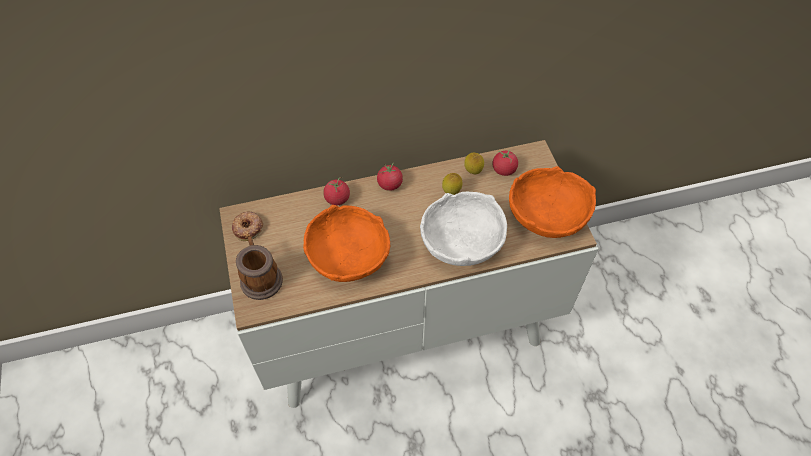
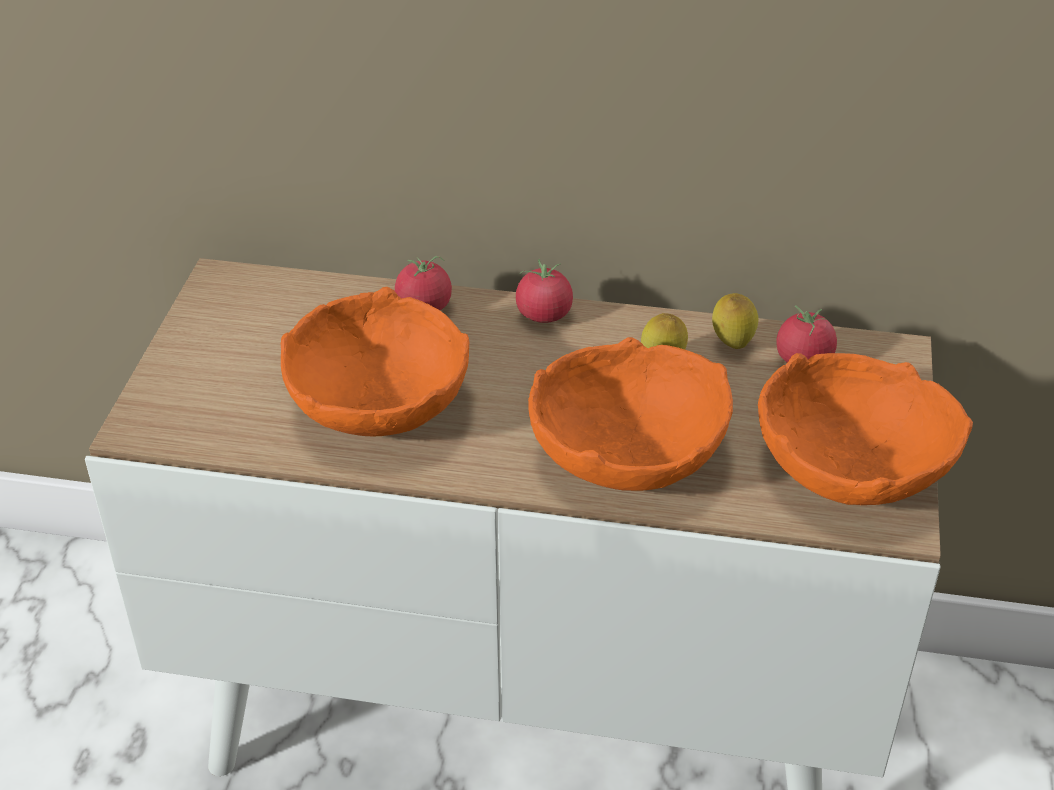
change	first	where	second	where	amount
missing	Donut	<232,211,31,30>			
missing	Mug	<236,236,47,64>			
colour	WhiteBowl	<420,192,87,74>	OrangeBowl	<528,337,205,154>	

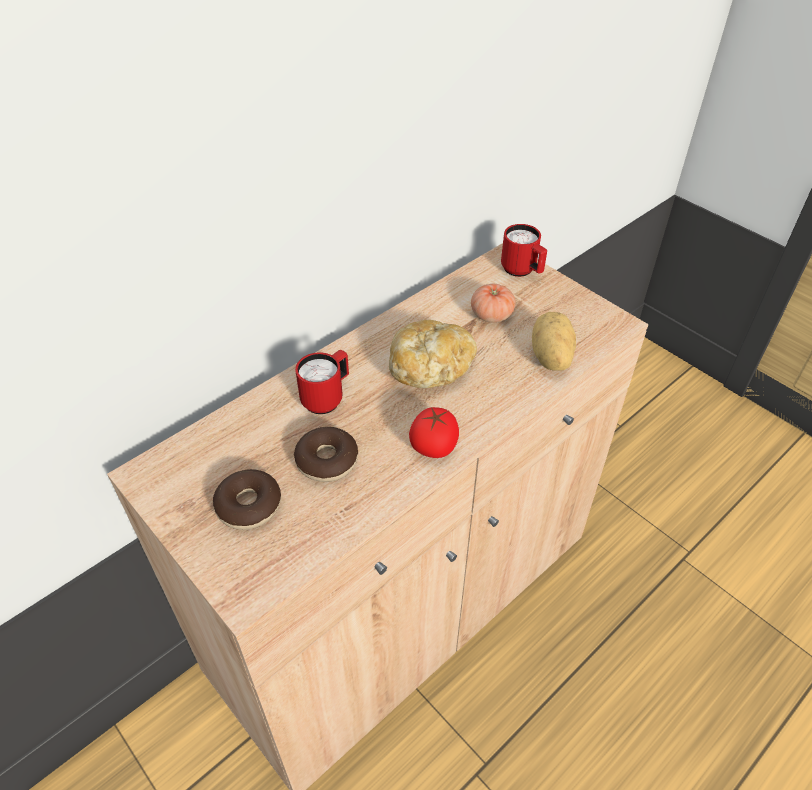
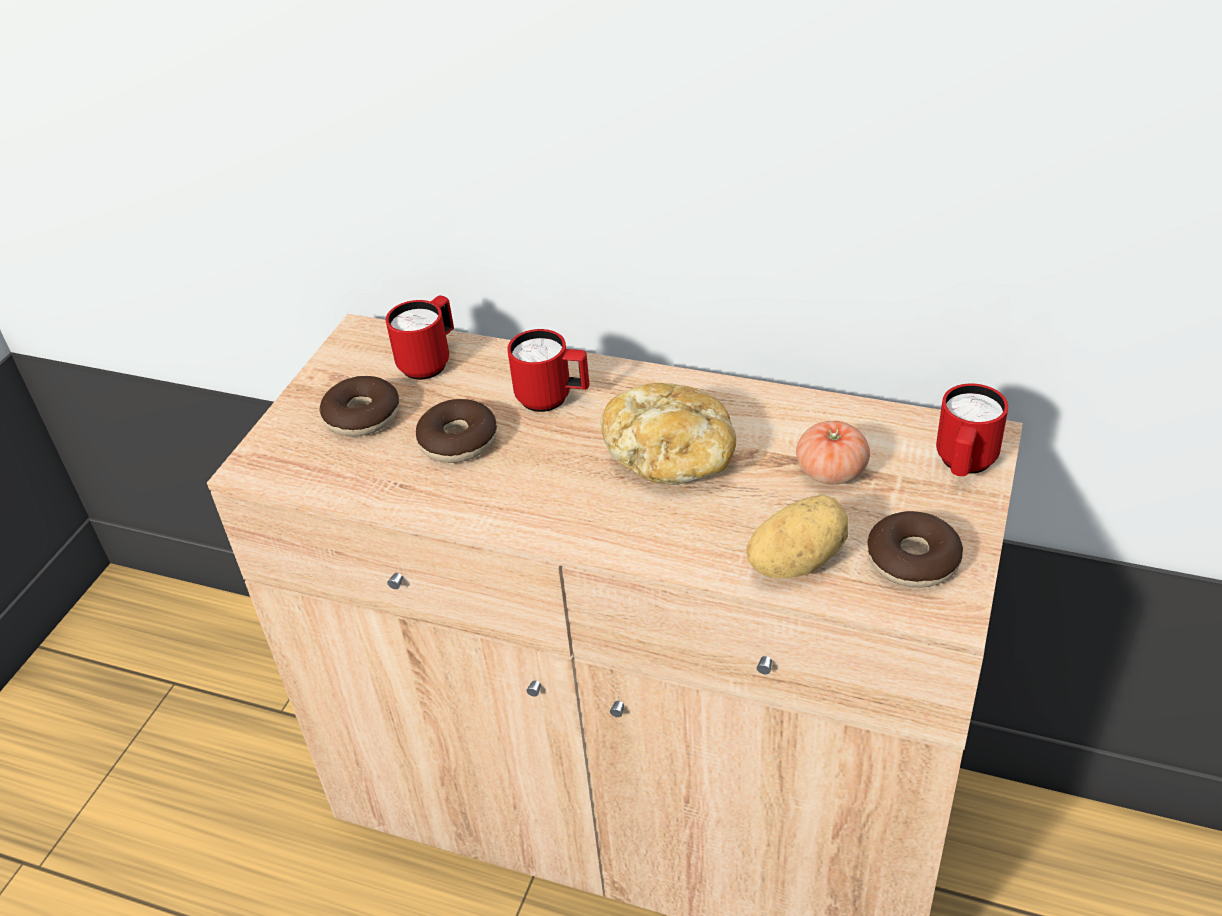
change	first	where	second	where	amount
missing	Tomato	<409,407,50,51>			
appeared			RedMug	<386,296,68,84>	
appeared			Donut	<867,511,96,77>	

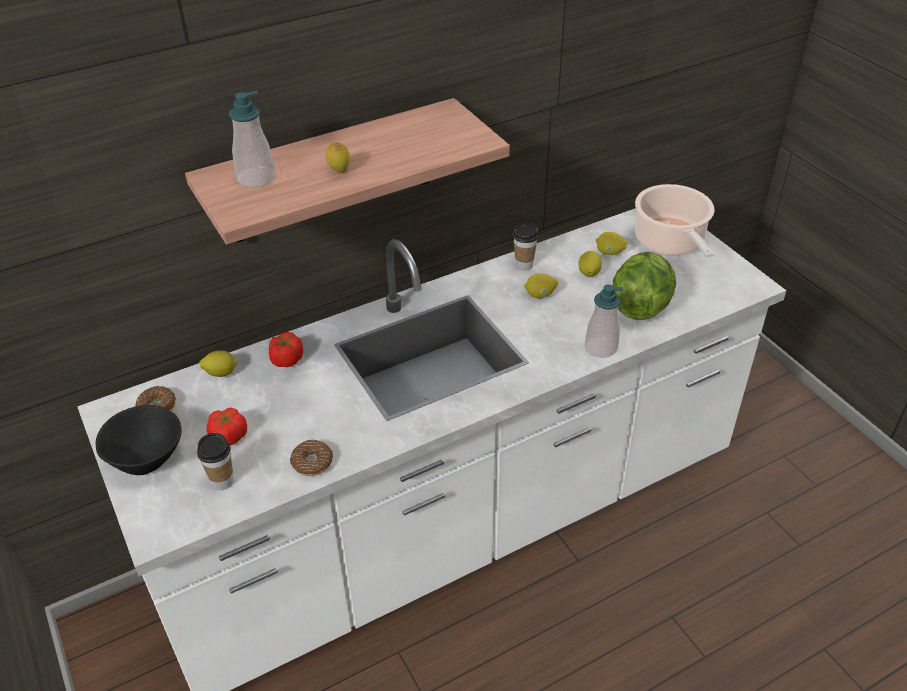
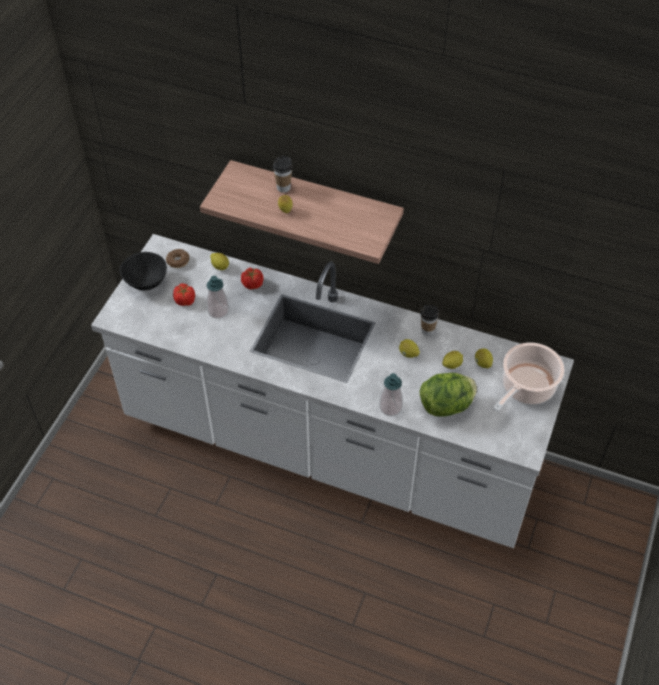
change	first	where	second	where	amount
missing	Donut	<290,440,43,36>			
relocated	Cup	<197,433,37,57>		<273,156,20,37>	
relocated	SoapDispenser	<229,91,46,97>		<207,276,22,43>	

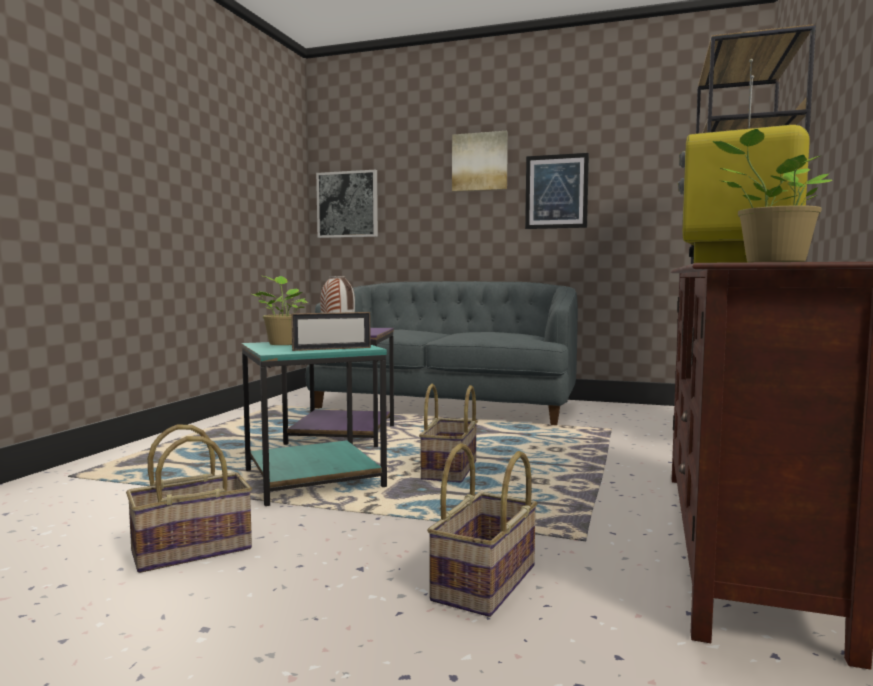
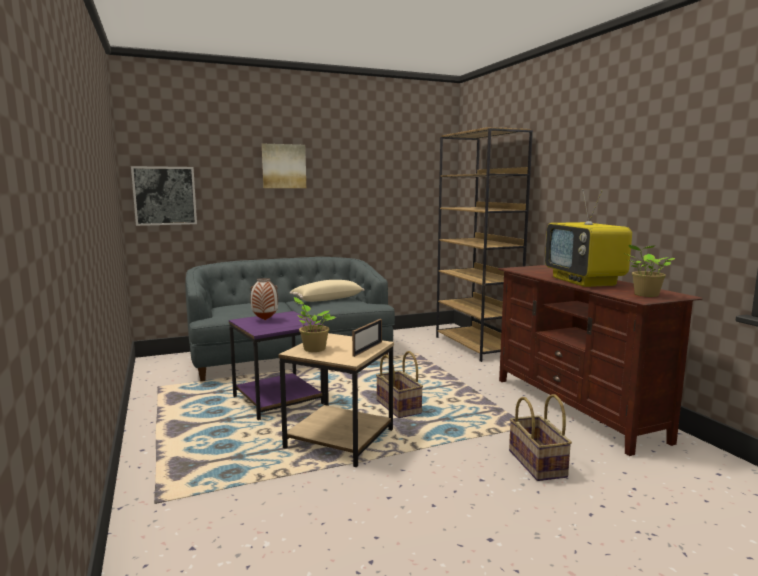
change	first	where	second	where	amount
missing	Basket	<126,425,126,148>			
missing	Picture	<525,153,64,76>			
appeared			BeigePillow	<290,280,75,22>	
colour	TurquoiseSideTable	<241,342,146,164>	BeigeSideTable	<279,333,115,134>	

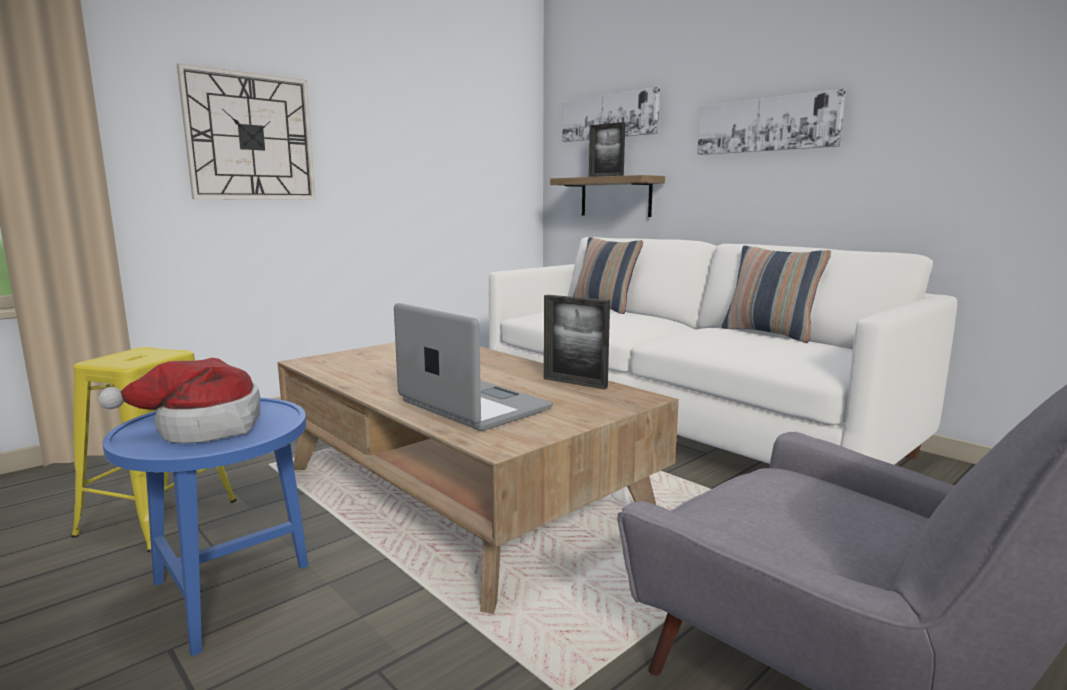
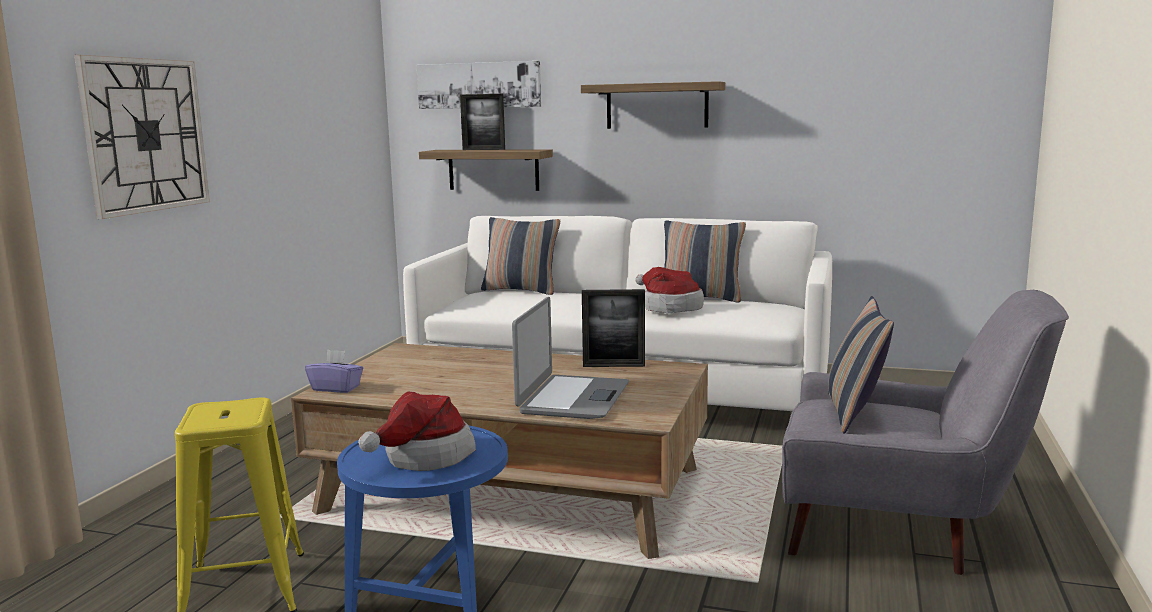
change	first	where	second	where	amount
appeared			PurpleTissueBox	<305,349,58,44>	
appeared			Hat	<635,267,69,47>	
appeared			Pillow	<828,296,66,138>	
exchanged	Picture	<697,89,149,66>	Shelf	<581,81,144,48>	
spun	Laptop	<394,303,159,128>		<512,297,117,122>	90 degrees clockwise

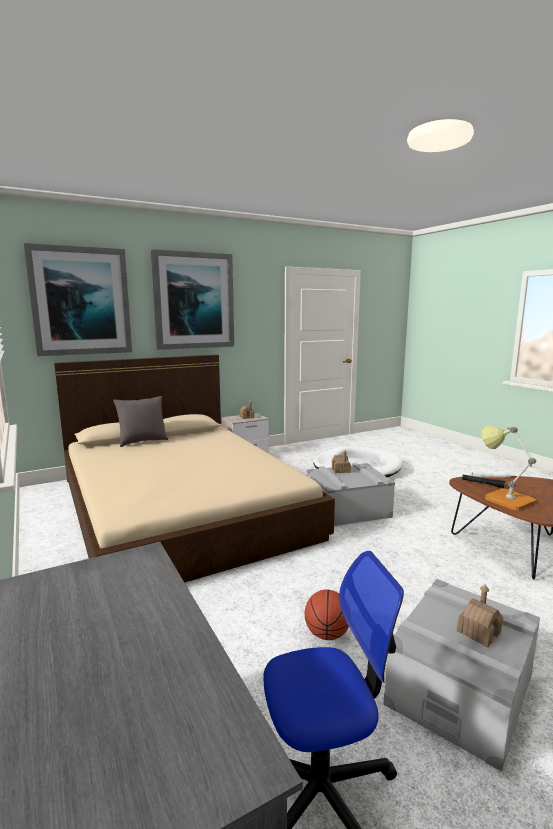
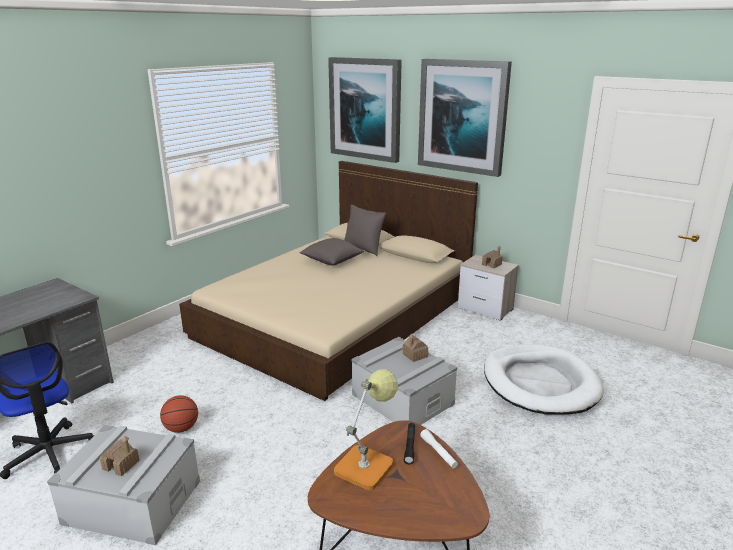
change	first	where	second	where	amount
appeared			GreyPillow	<300,238,64,28>	

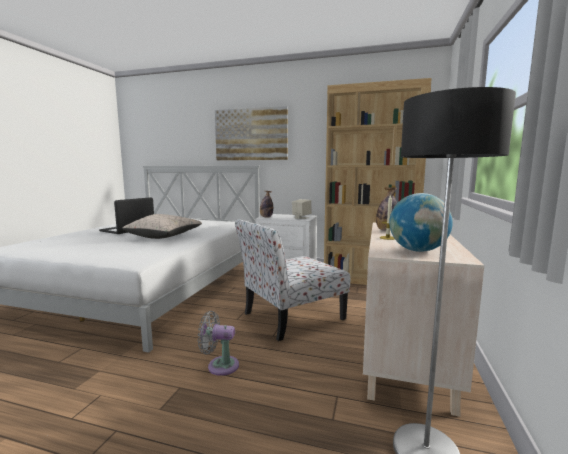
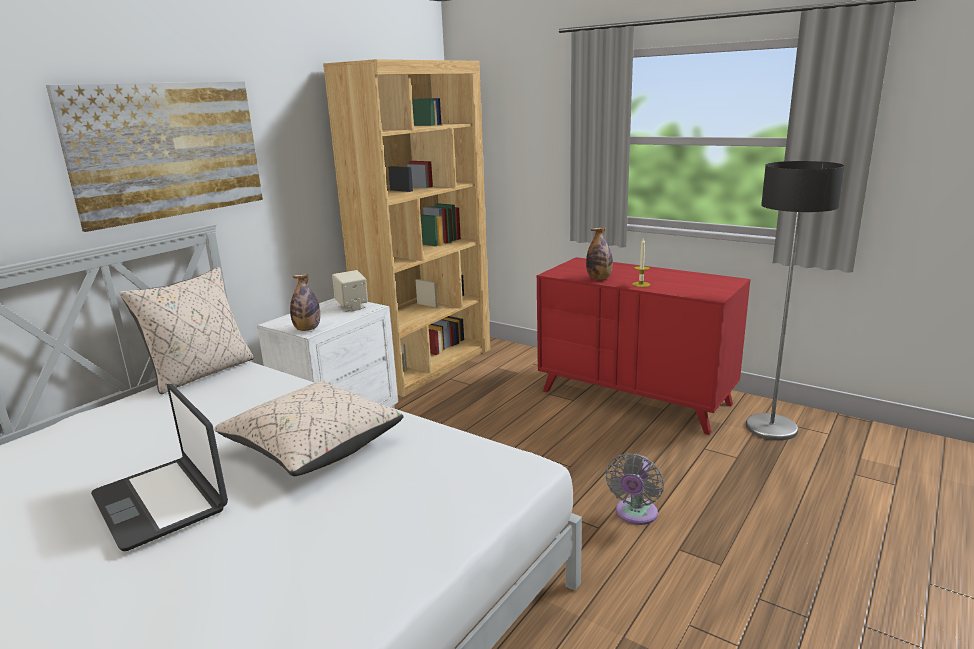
change	first	where	second	where	amount
missing	Chair	<235,219,115,122>			
missing	Globe	<389,193,64,59>			
appeared			BeigePillow	<120,267,134,127>	
colour	BeigeDresser	<363,223,122,194>	RedDresser	<537,257,213,178>	

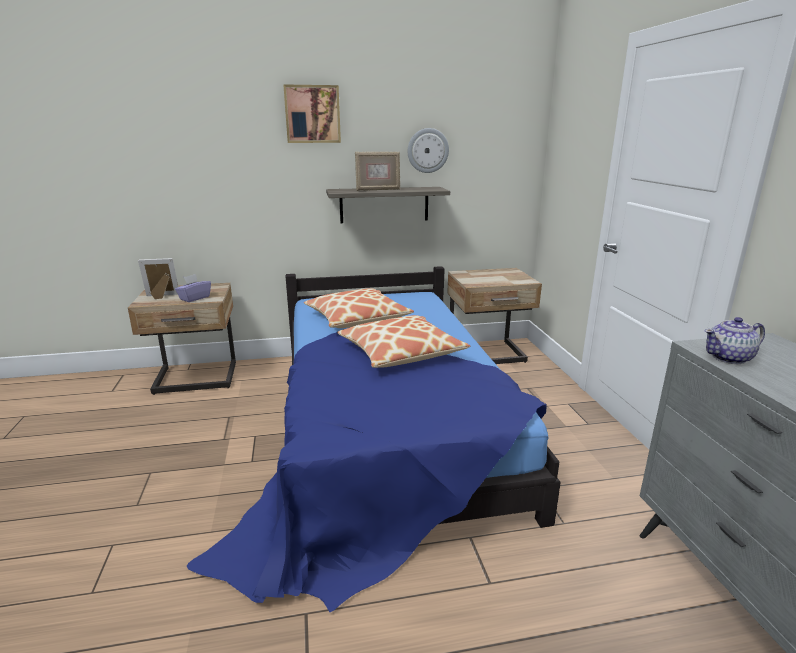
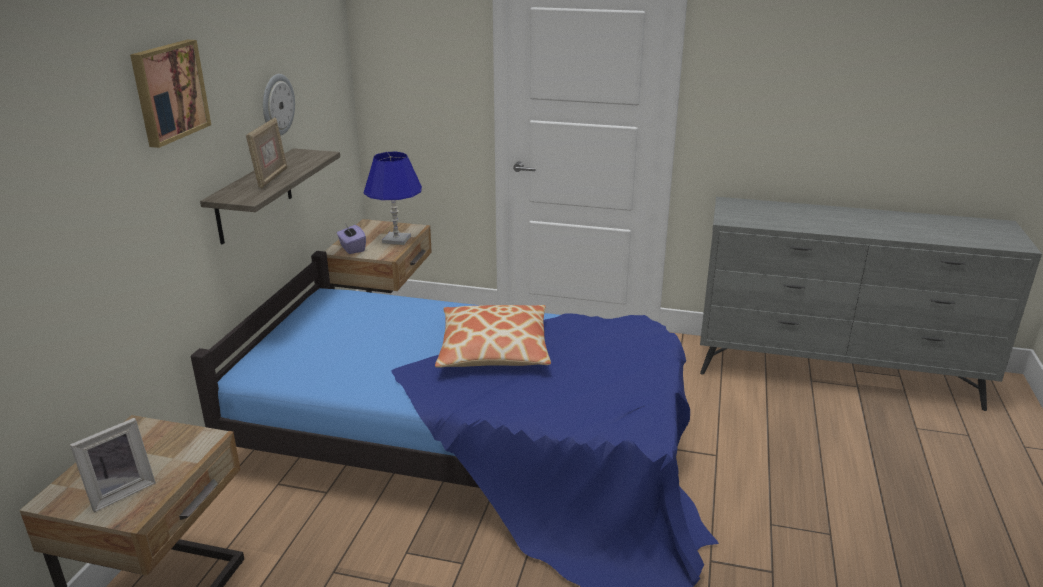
change	first	where	second	where	amount
missing	Pillow	<304,288,110,40>			
missing	Teapot	<705,317,60,47>			
appeared			BlueTableLamp	<364,152,58,93>	
relocated	PurpleTissueBox	<175,274,36,28>		<337,223,29,31>	
spun	PictureFrame	<138,258,41,41>		<70,418,86,94>	150 degrees counterclockwise

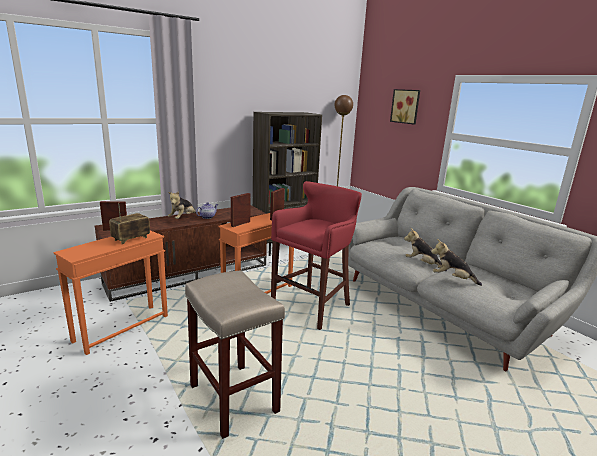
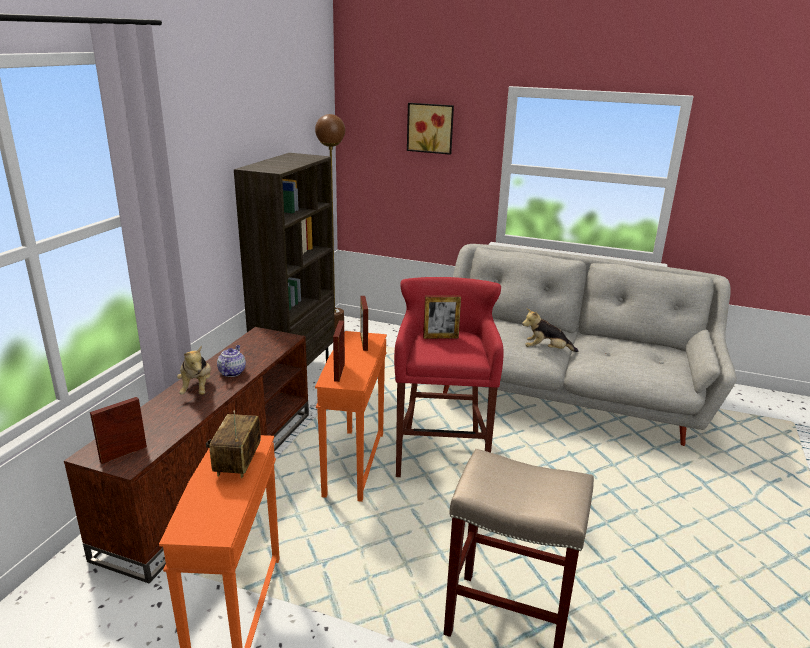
change	first	where	second	where	amount
missing	PlushToy	<431,239,51,47>			
appeared			PictureFrame	<423,295,38,44>	

